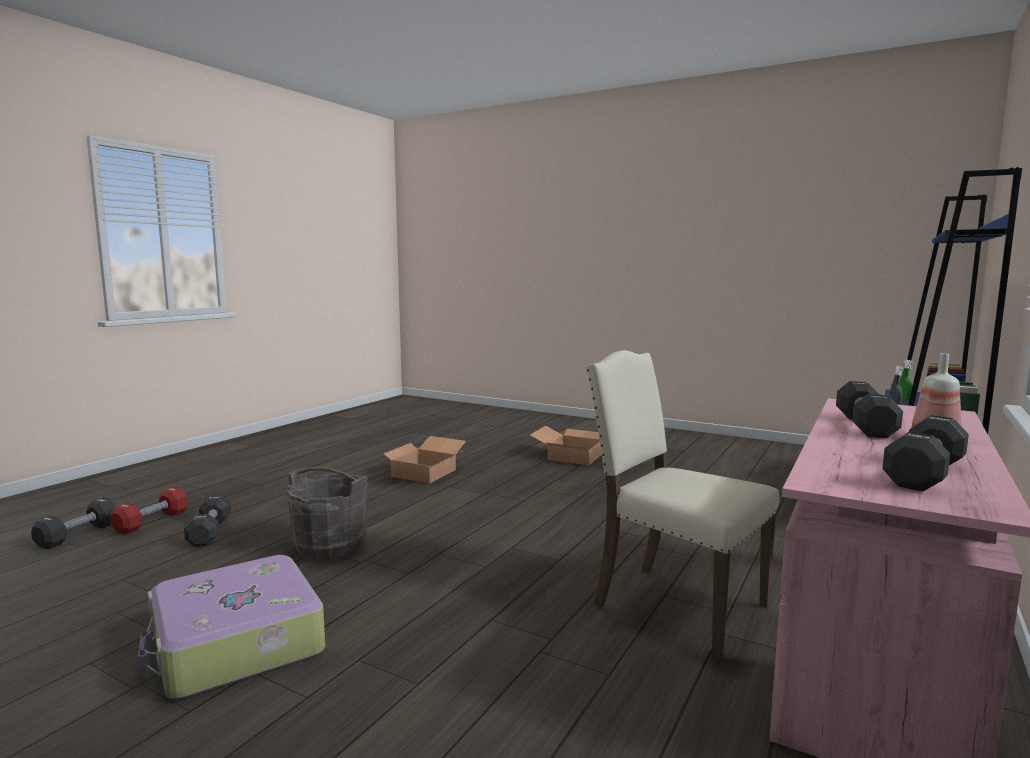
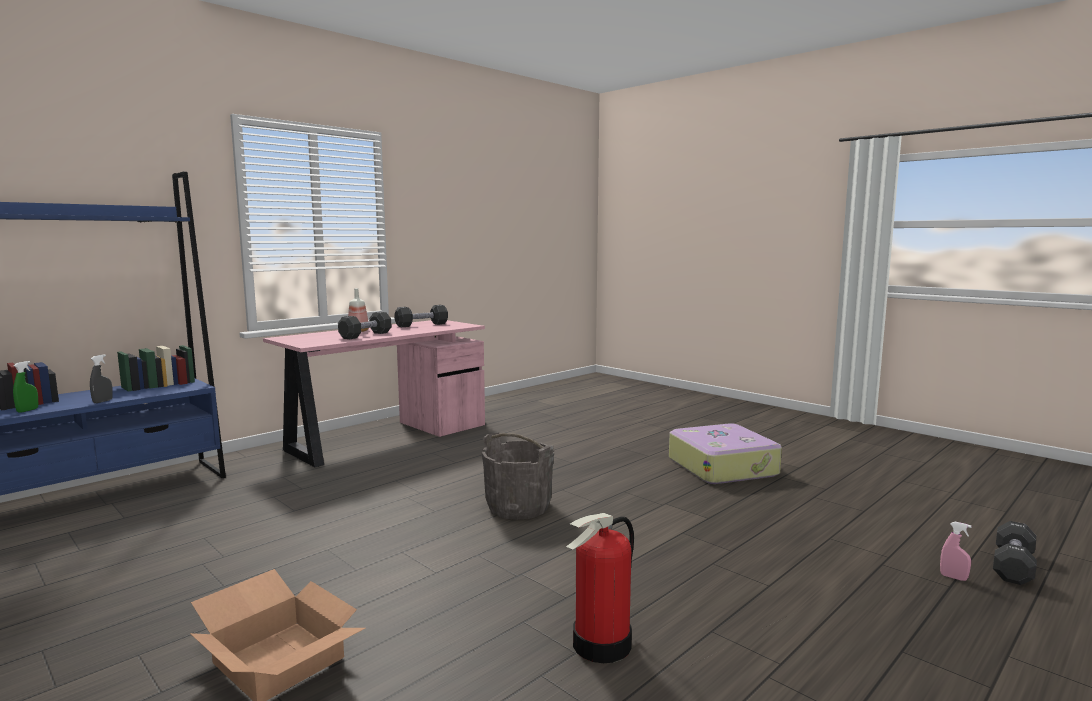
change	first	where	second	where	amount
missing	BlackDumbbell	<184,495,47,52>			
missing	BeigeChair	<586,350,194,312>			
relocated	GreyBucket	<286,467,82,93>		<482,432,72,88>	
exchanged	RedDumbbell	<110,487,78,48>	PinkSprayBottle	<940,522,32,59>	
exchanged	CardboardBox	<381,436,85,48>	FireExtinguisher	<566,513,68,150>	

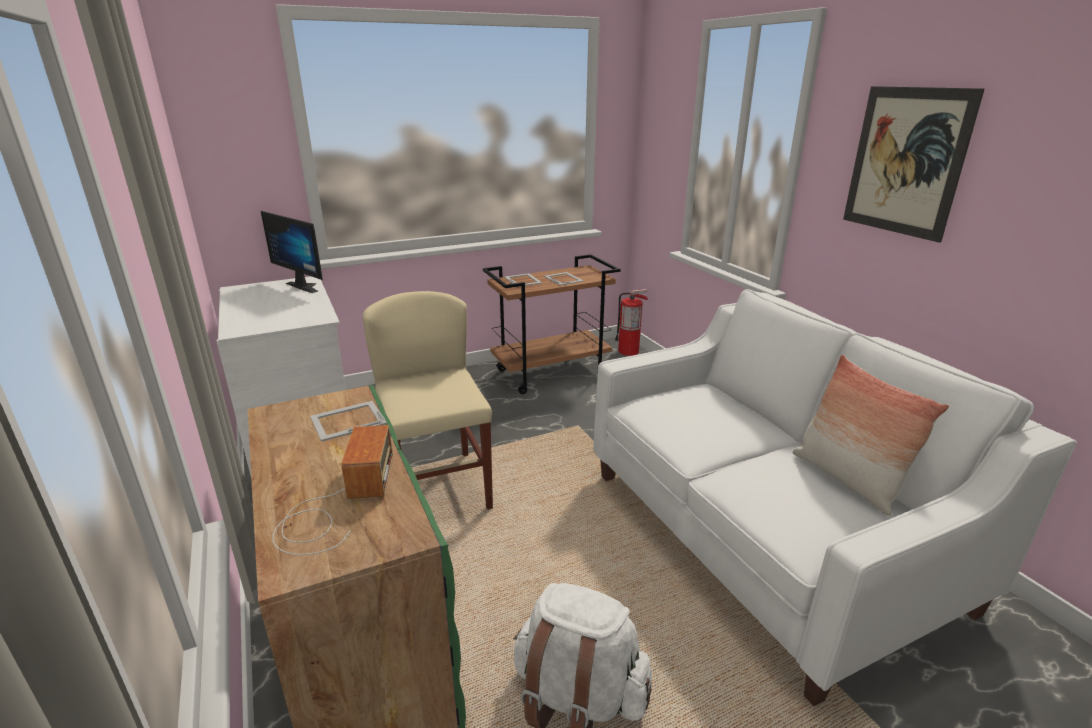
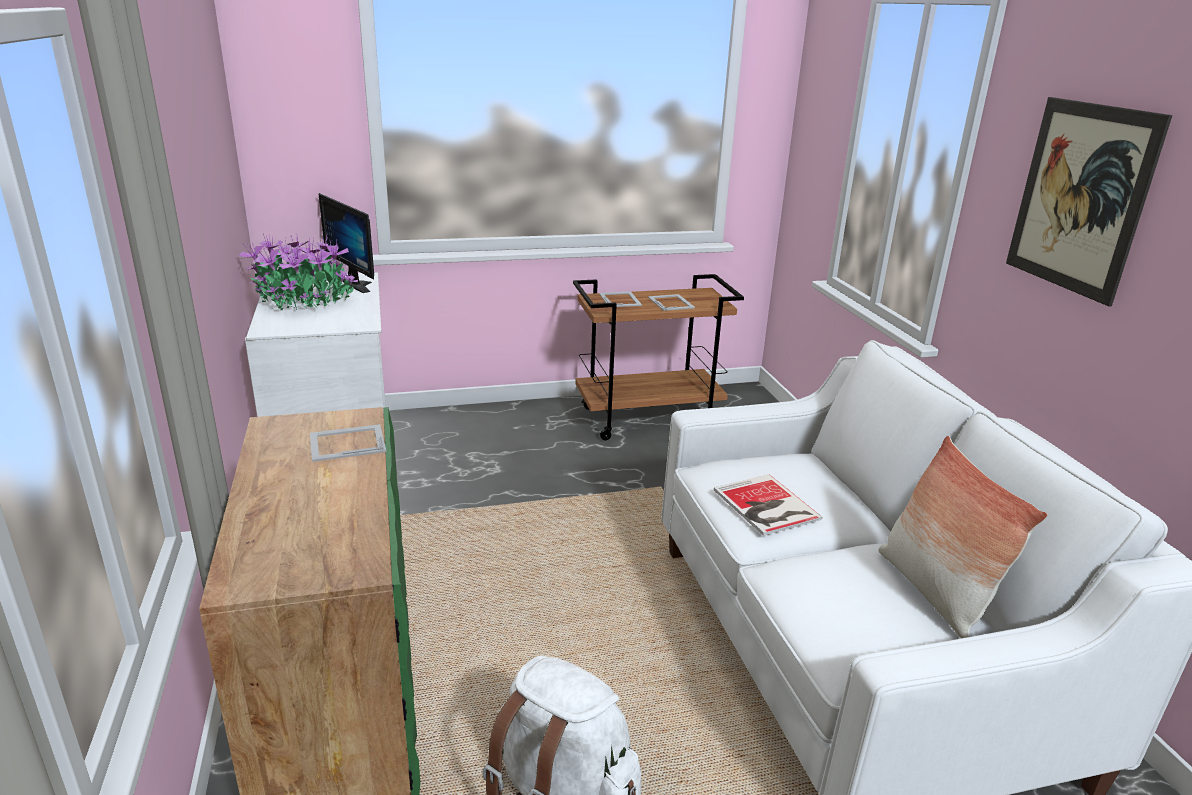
change	first	where	second	where	amount
missing	Radio	<272,425,121,130>			
missing	BeigeChair	<362,291,131,219>			
missing	FireExtinguisher	<615,289,33,67>			
appeared			PottedPlant	<239,234,119,77>	
appeared			Book	<714,474,109,62>	

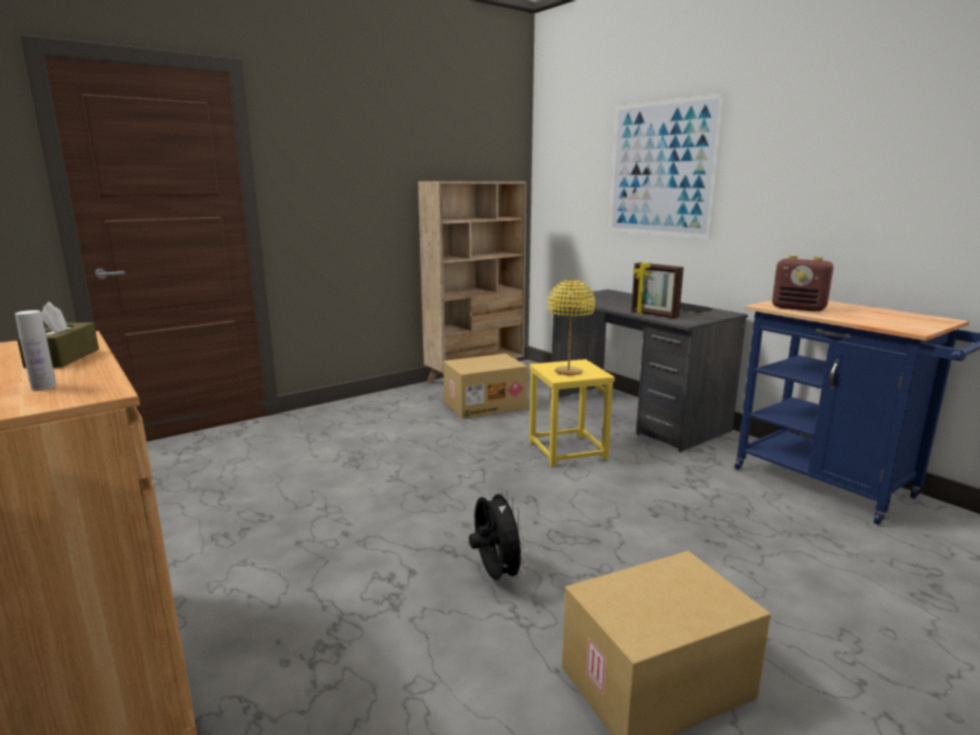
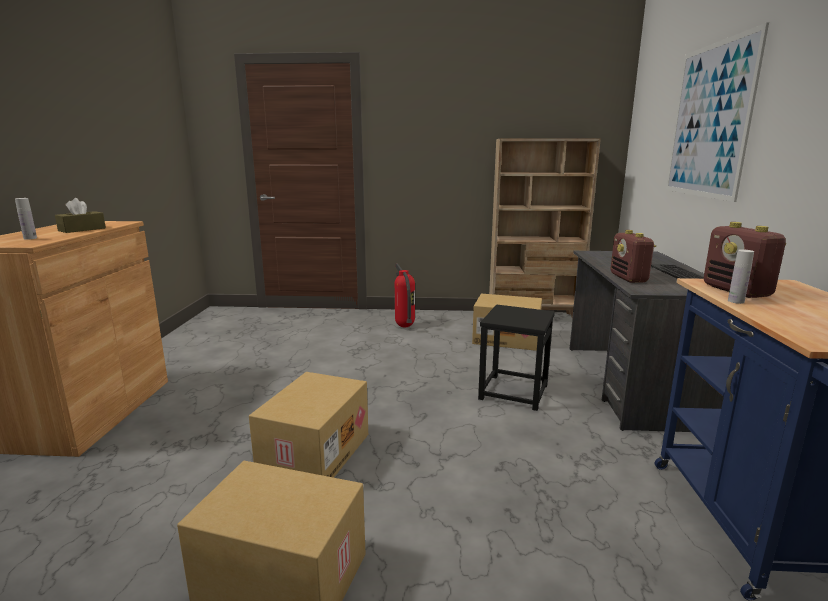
change	first	where	second	where	amount
missing	YellowTableLamp	<547,279,48,96>			
appeared			FireExtinguisher	<395,263,20,65>	
appeared			WhiteBottle	<728,249,26,55>	
exchanged	BlackFan	<469,488,59,94>	CardboardBox	<249,372,119,106>	
exchanged	PictureFrame	<631,262,53,56>	Radio	<611,230,45,53>	
colour	YellowStool	<529,359,86,108>	BlackStool	<478,304,77,107>	

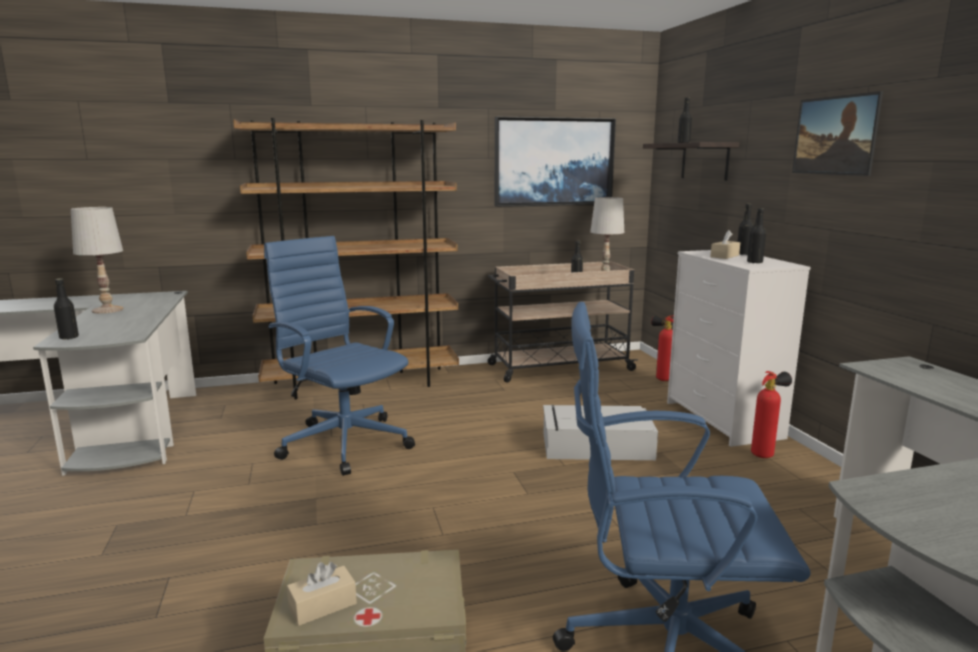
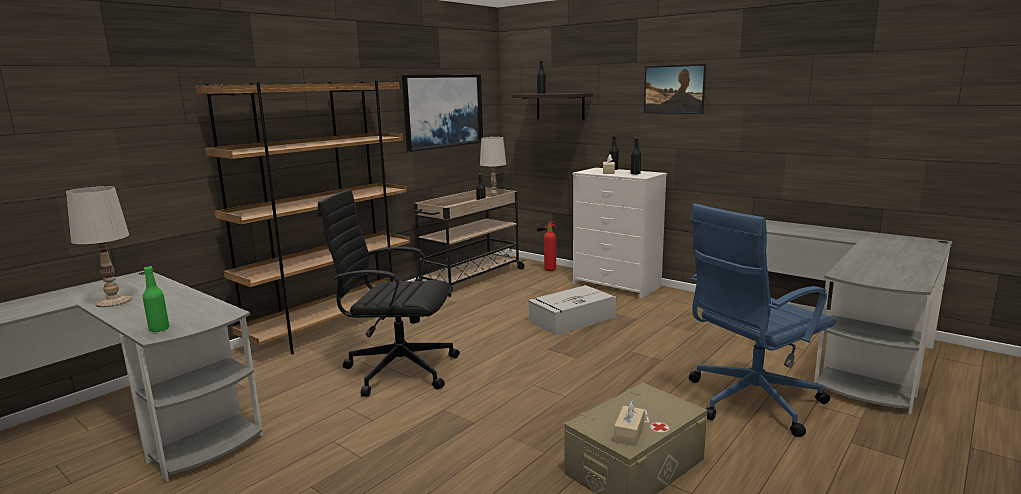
change	first	where	second	where	amount
missing	FireExtinguisher	<751,371,41,87>			
colour	BlackBottle	<54,279,25,61>	GreenBottle	<143,266,26,66>	
colour	BlueOfficeChair	<264,236,151,240>	BlackOfficeChair	<318,189,142,208>	

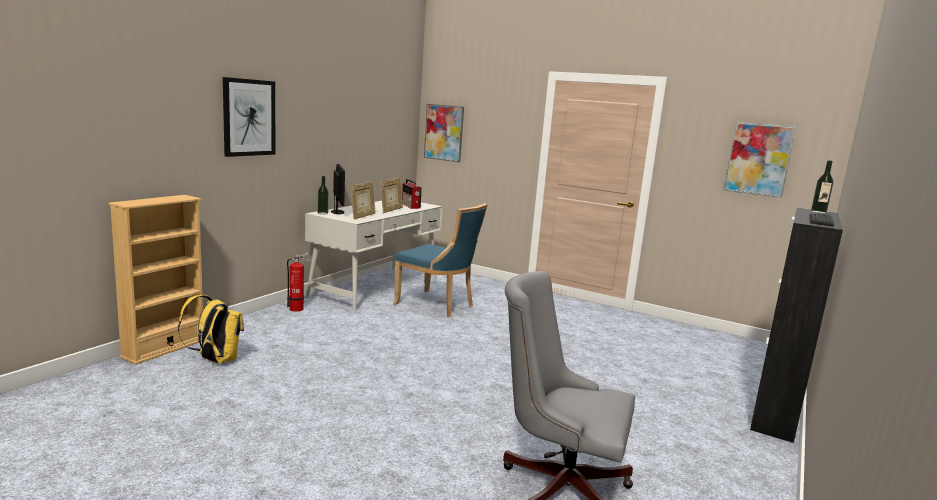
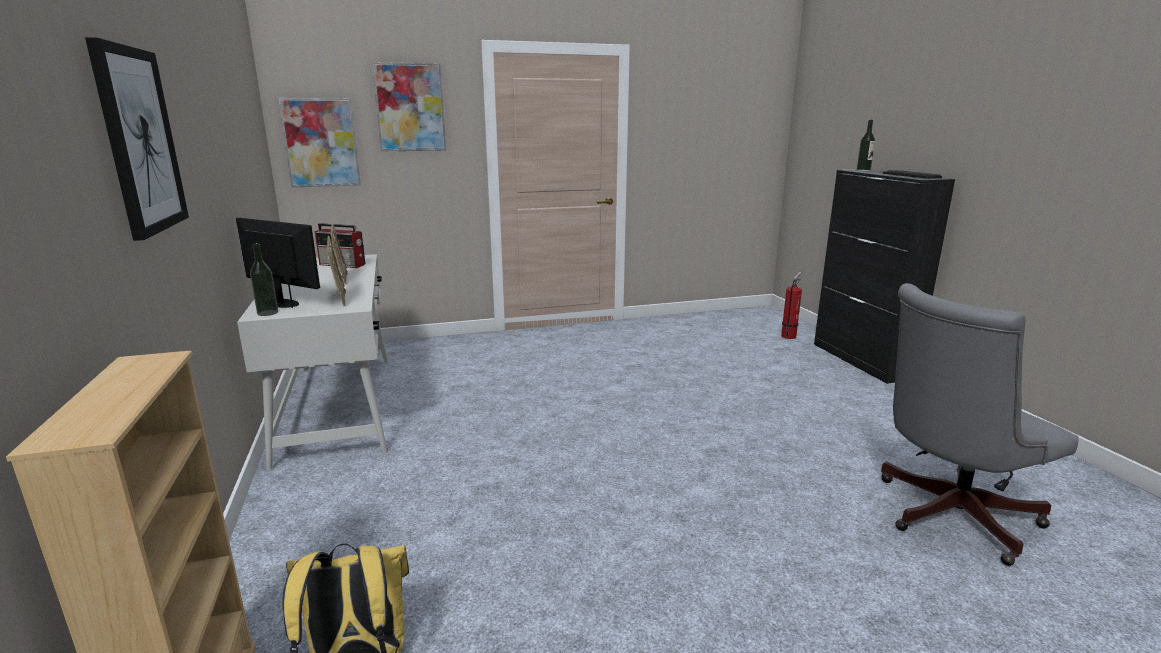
change	first	where	second	where	amount
missing	BlueChair	<393,203,95,114>			
relocated	FireExtinguisher	<287,252,24,60>		<781,272,21,67>	
relocated	Picture	<723,122,73,76>		<372,62,74,89>	

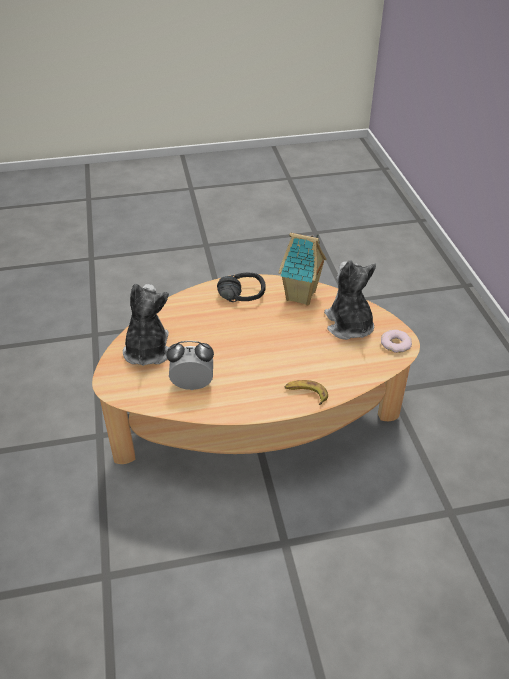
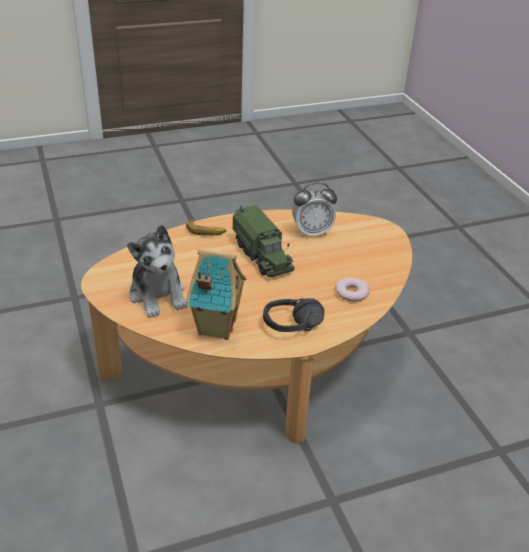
change	first	where	second	where	amount
missing	PlushToy	<123,283,46,83>			
appeared			ToyTruck	<232,205,63,72>	
relocated	Donut	<381,330,31,23>		<335,277,35,24>	

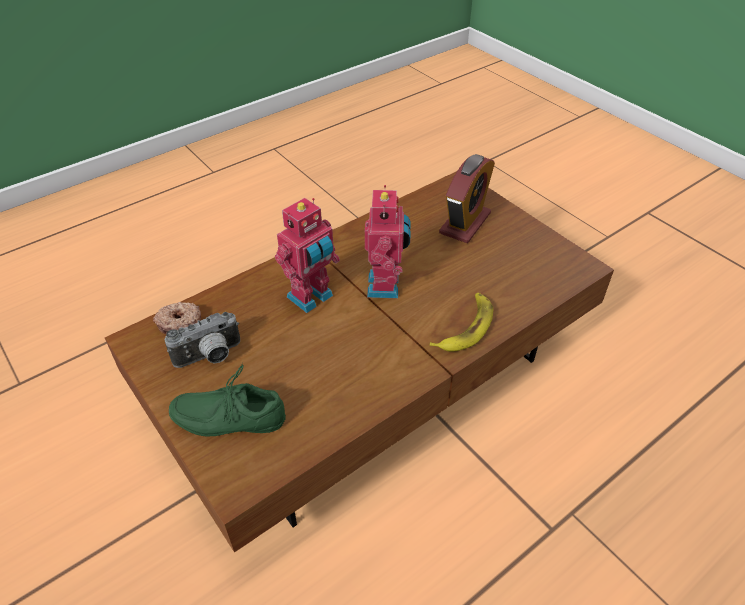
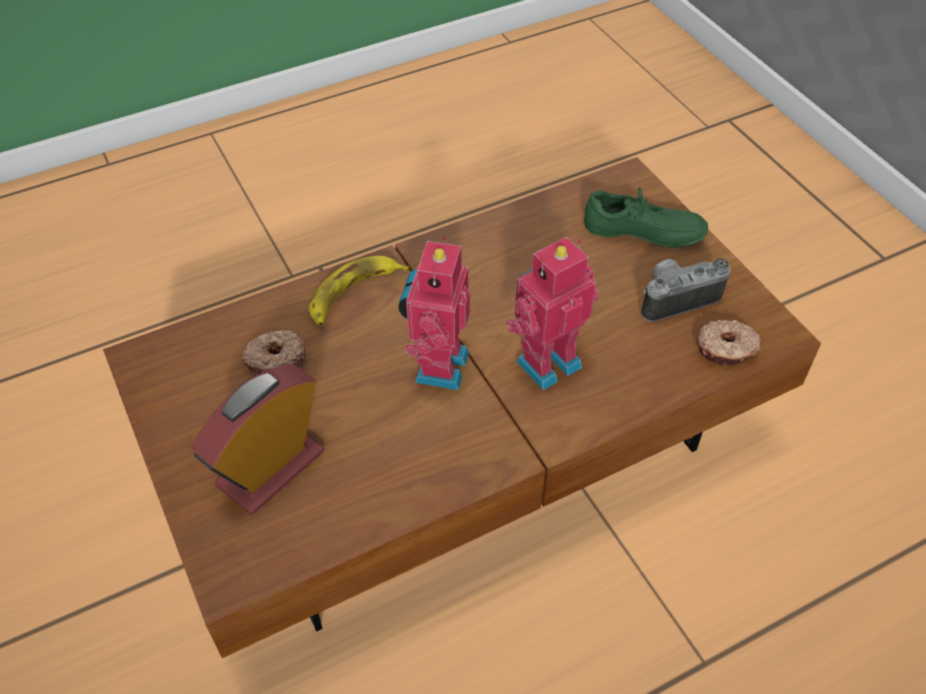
change	first	where	second	where	amount
appeared			Donut	<242,330,64,46>	

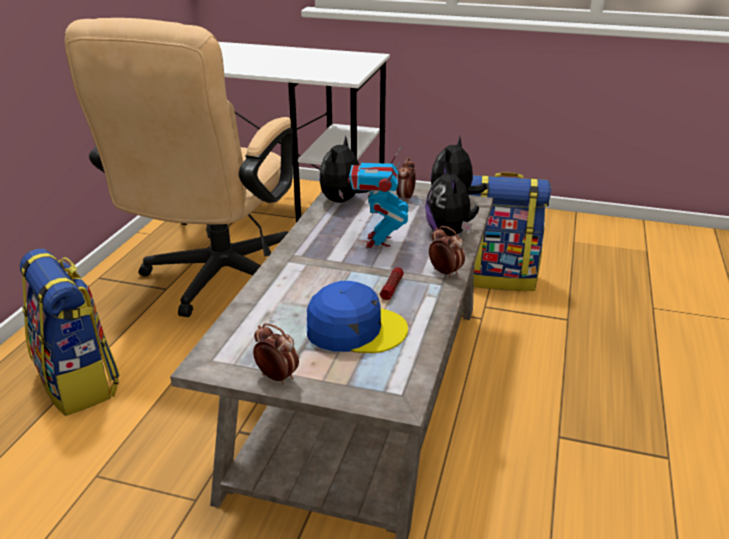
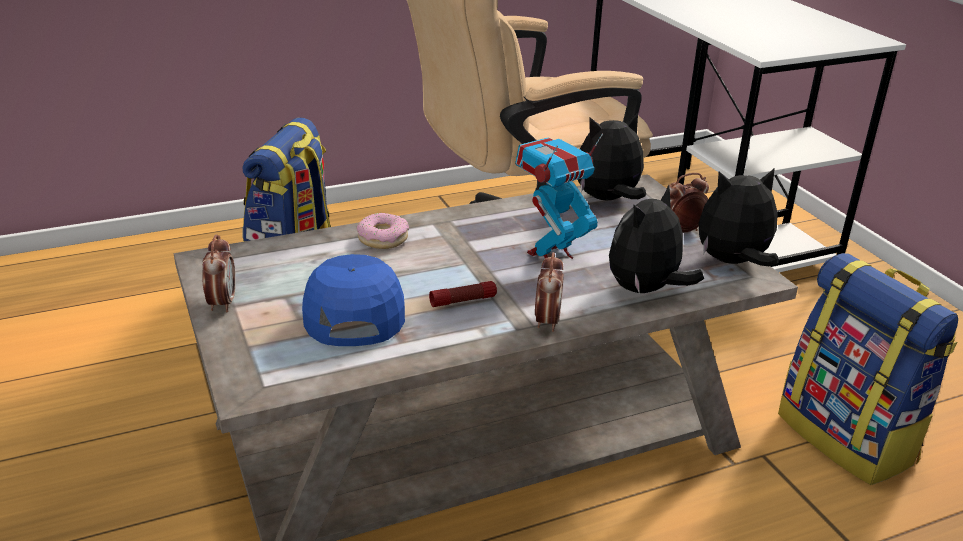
change	first	where	second	where	amount
appeared			Donut	<357,213,52,36>	
spun	BlueCap	<307,281,101,72>		<302,254,103,92>	150 degrees counterclockwise

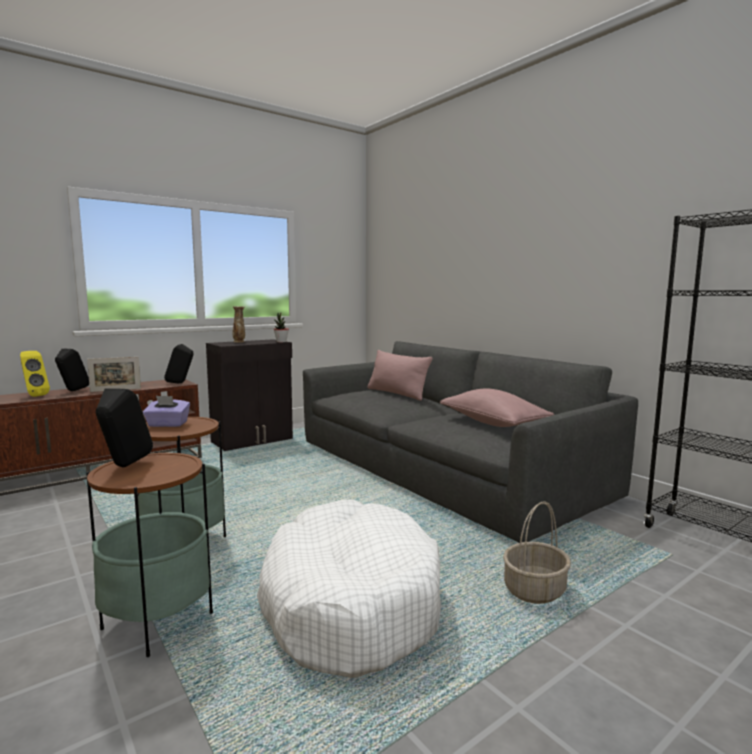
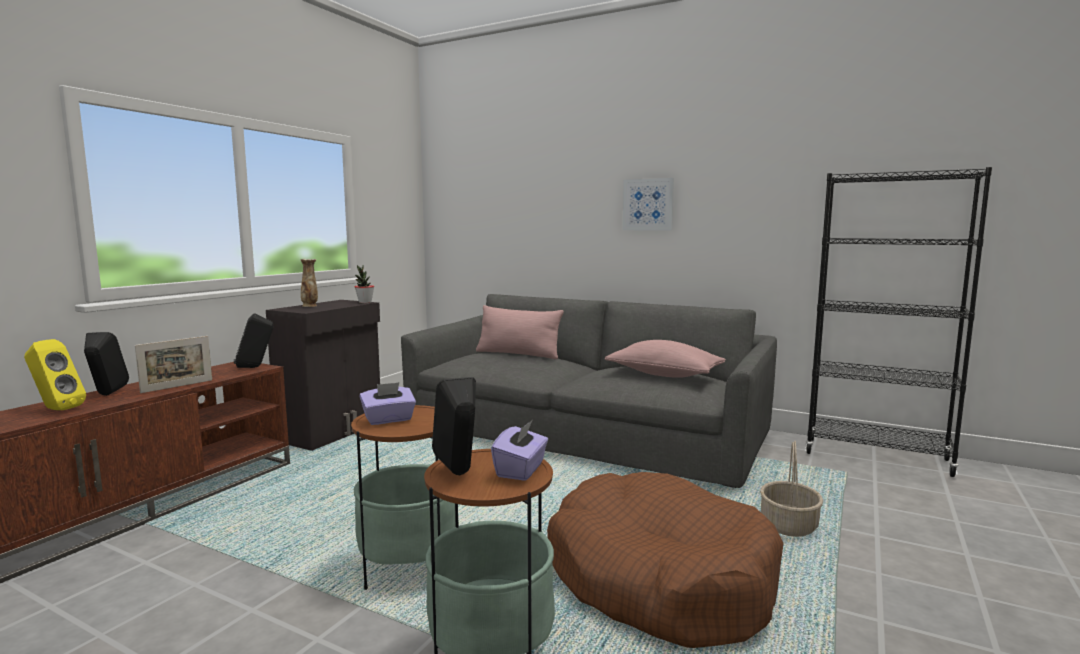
change	first	where	second	where	amount
appeared			PurpleTissueBox	<491,421,57,60>	
appeared			Picture	<623,178,51,52>	
colour	WhiteDogBed	<257,500,184,178>	BrownDogBed	<547,472,237,176>	

